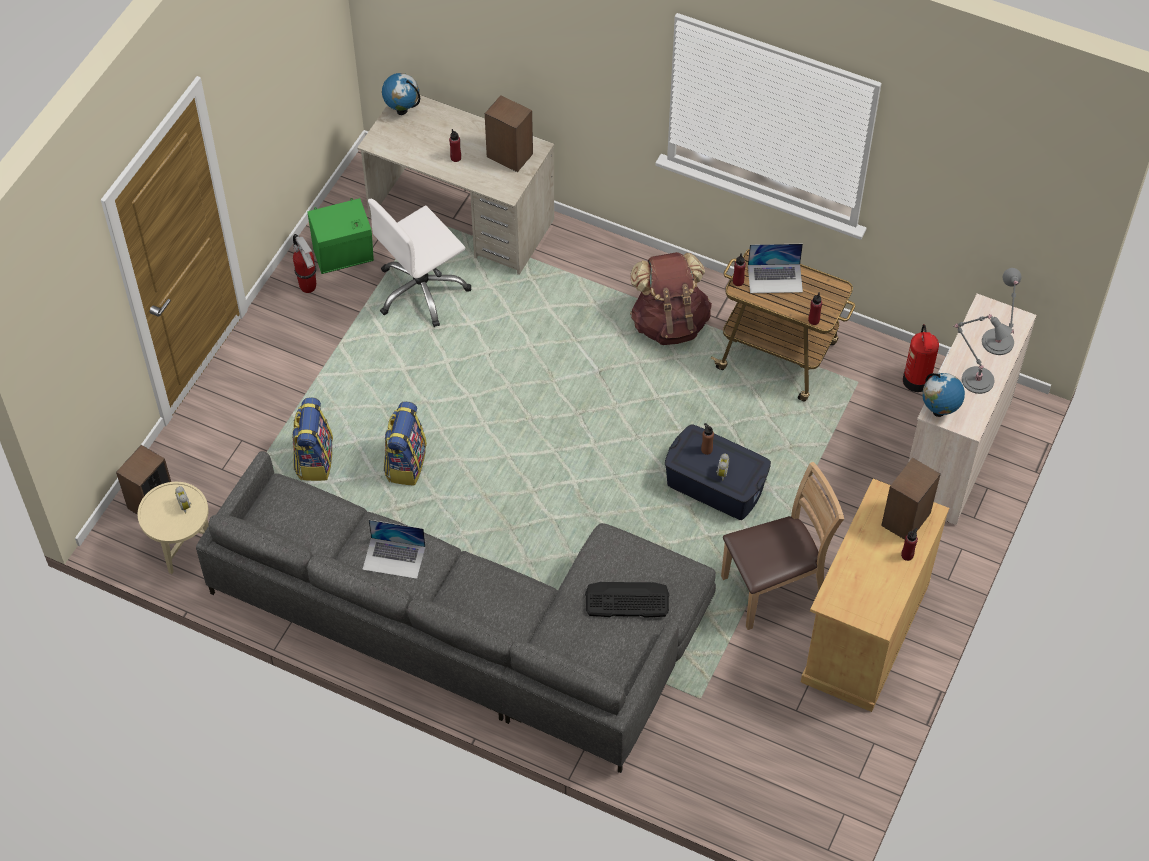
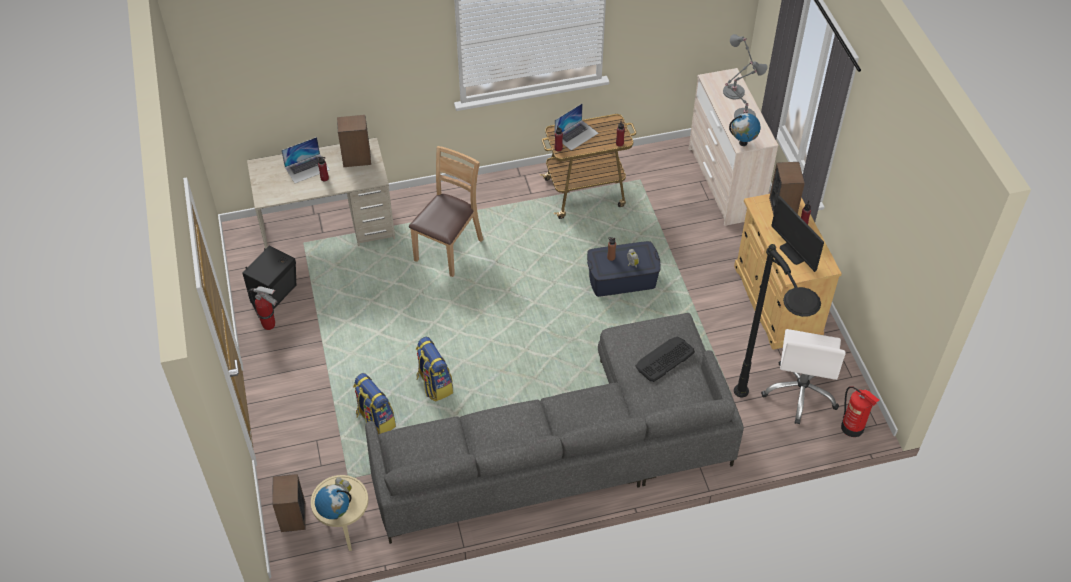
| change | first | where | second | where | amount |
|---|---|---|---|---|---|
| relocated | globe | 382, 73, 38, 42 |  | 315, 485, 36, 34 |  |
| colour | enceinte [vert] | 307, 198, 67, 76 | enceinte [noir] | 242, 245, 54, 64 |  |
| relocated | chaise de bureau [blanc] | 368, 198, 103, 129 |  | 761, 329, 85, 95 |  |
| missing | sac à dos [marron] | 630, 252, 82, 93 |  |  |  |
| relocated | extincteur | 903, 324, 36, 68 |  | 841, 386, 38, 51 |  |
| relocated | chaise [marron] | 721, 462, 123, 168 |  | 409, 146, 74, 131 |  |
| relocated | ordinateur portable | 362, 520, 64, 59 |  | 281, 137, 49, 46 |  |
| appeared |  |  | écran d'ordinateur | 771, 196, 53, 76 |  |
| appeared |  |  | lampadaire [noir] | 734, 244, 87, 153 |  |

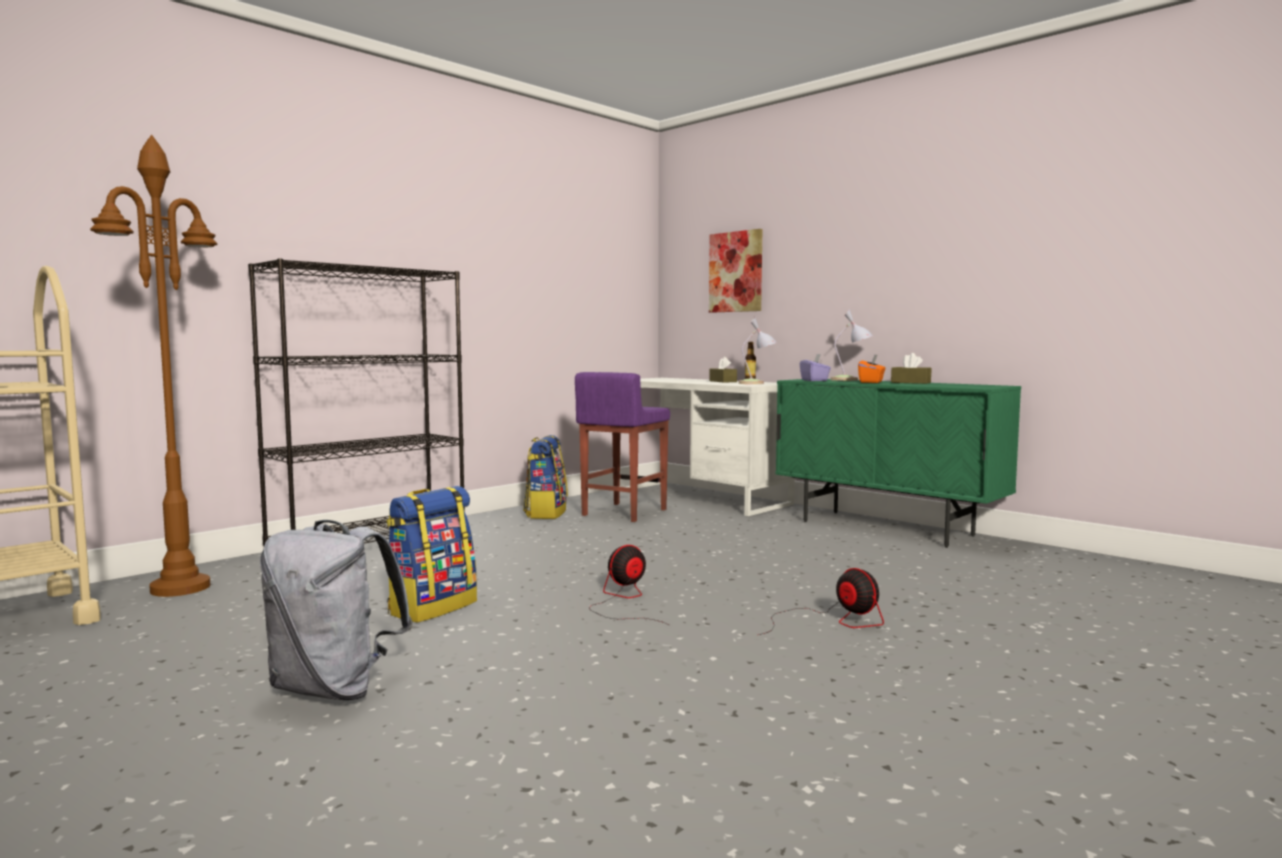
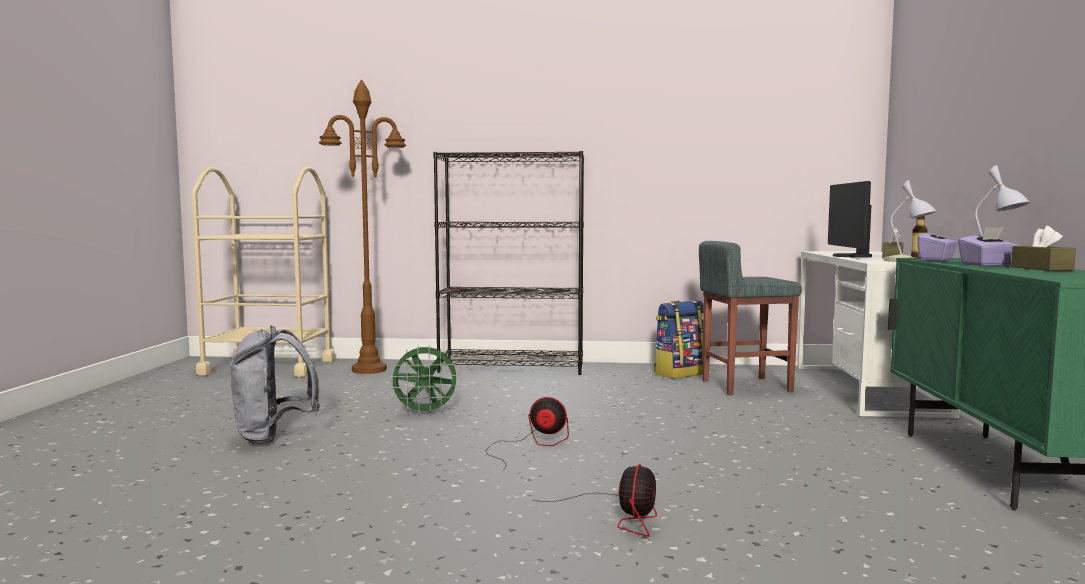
| change | first | where | second | where | amount |
|---|---|---|---|---|---|
| missing | tableau | 709, 229, 53, 84 |  |  |  |
| colour | boîte à mouchoirs [orange] | 858, 355, 28, 28 | boîte à mouchoirs [violet] | 958, 227, 62, 39 |  |
| colour | tabouret [violet] | 575, 372, 95, 150 | tabouret [gris] | 699, 241, 103, 154 |  |
| exchanged | sac à dos | 386, 486, 91, 137 | ventilateur [vert] | 388, 345, 72, 71 |  |
| appeared |  |  | écran d'ordinateur | 828, 181, 44, 77 |  |

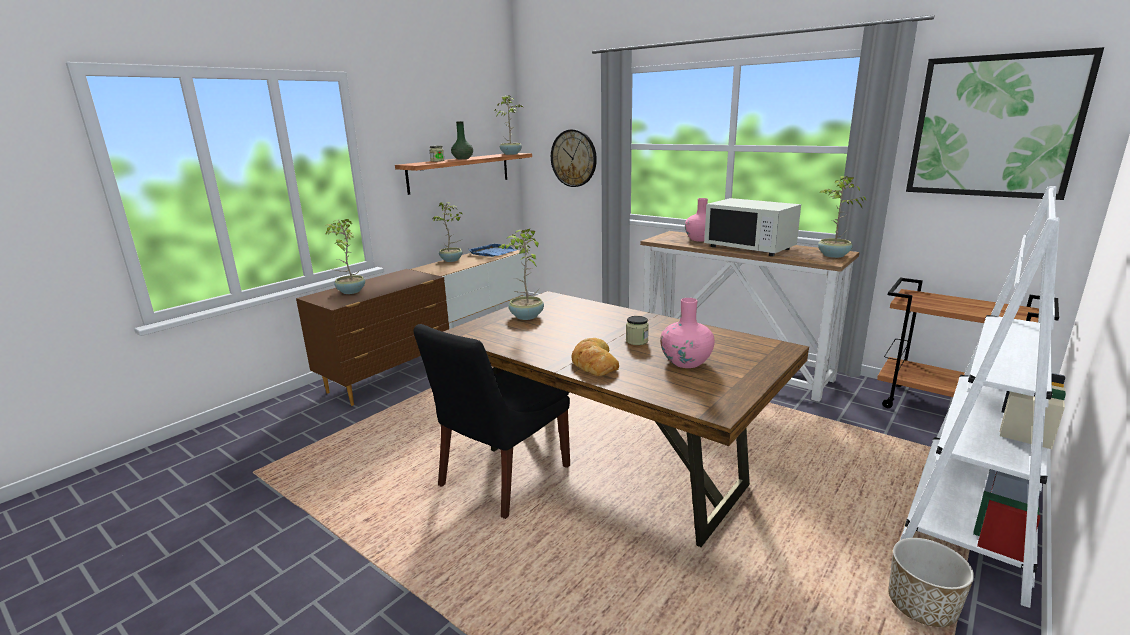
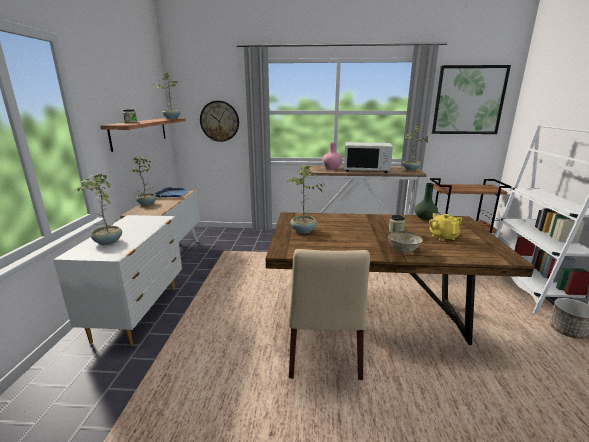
| change | first | where | second | where | amount |
|---|---|---|---|---|---|
| relocated | vase [vert] | 451, 121, 22, 38 |  | 415, 183, 23, 37 |  |
| colour | commode [marron] | 296, 269, 153, 137 | commode [blanc] | 53, 215, 129, 131 |  |
| exchanged | vase [rose] | 660, 298, 55, 70 | théière [jaune] | 429, 213, 33, 28 |  |
| colour | chaise [noir] | 413, 324, 157, 195 | chaise [beige] | 288, 249, 82, 131 |  |
| exchanged | pain | 571, 338, 48, 38 | bol | 387, 231, 36, 21 |  |

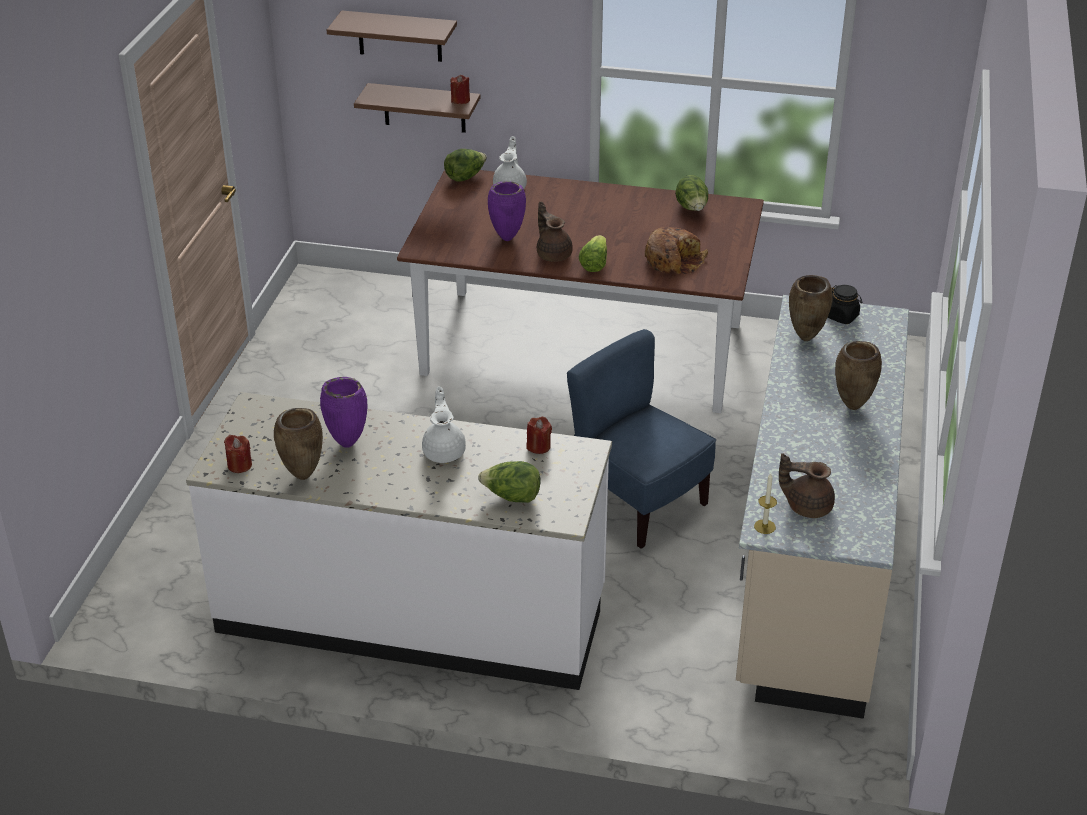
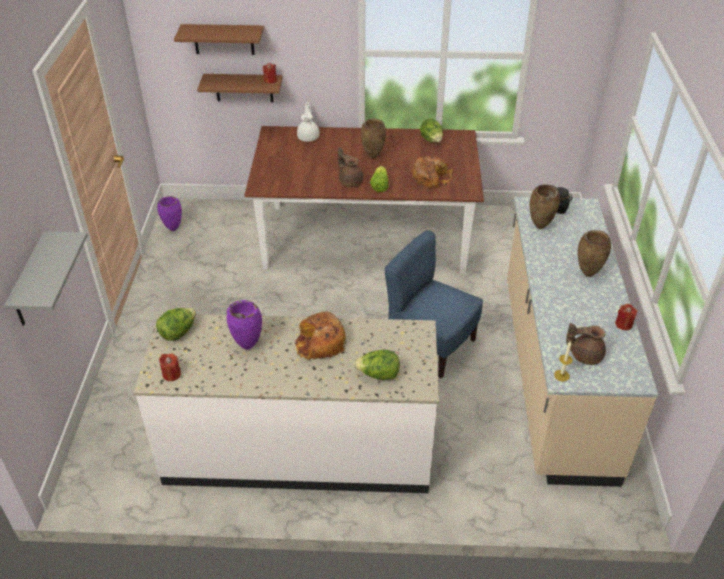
| change | first | where | second | where | amount |
|---|---|---|---|---|---|
| relocated | laitue | 444, 149, 43, 32 |  | 156, 308, 40, 33 |  |
| relocated | vase [violet] | 488, 181, 38, 60 |  | 157, 196, 25, 35 |  |
| exchanged | théière [blanc] | 422, 386, 44, 77 | pain | 295, 311, 51, 49 |  |
| relocated | vase [marron] | 274, 408, 49, 72 |  | 361, 119, 25, 40 |  |
| relocated | bougie [rouge] | 526, 417, 26, 37 |  | 615, 304, 23, 26 |  |
| appeared |  |  | étagère [gris] | 4, 231, 84, 95 |  |

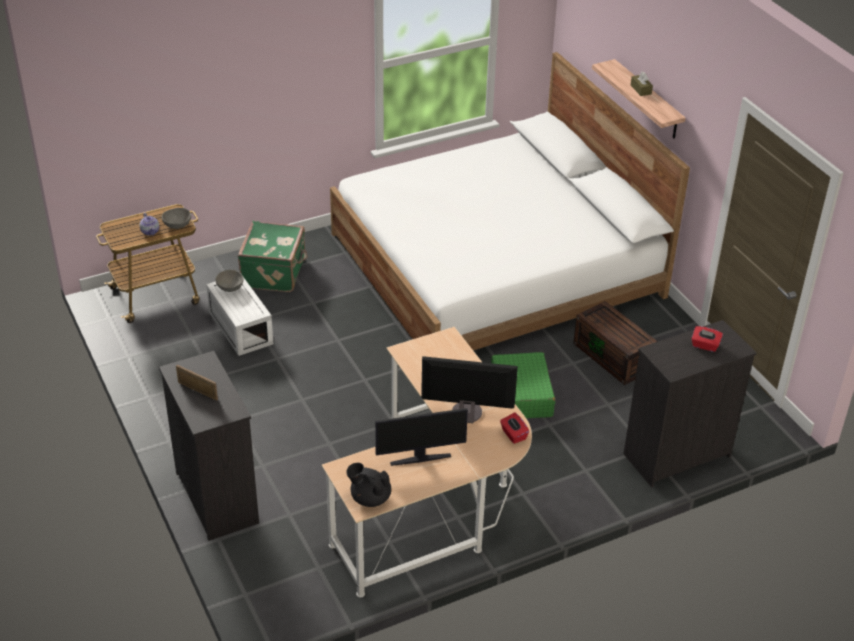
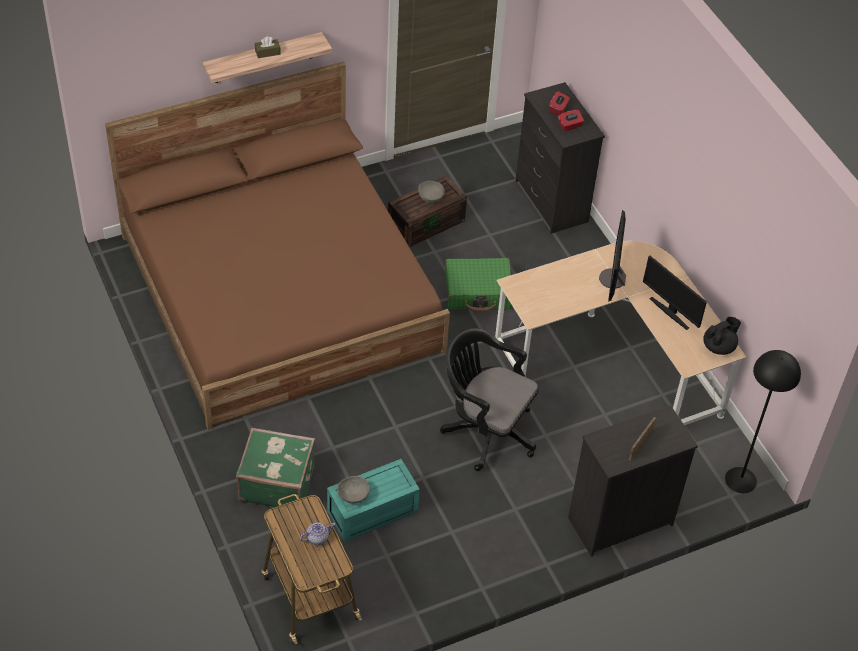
| change | first | where | second | where | amount |
|---|---|---|---|---|---|
| colour | lit [blanc] | 330, 52, 360, 298 | lit [marron] | 105, 61, 345, 369 |  |
| relocated | bol [gris] | 162, 208, 29, 21 |  | 418, 181, 27, 22 |  |
| colour | boîte de rangement [blanc] | 206, 277, 68, 79 | boîte de rangement [turquoise] | 327, 459, 93, 83 |  |
| spun | écran d'ordinateur | 375, 408, 93, 58 |  | 643, 256, 64, 74 | 150 degrees clockwise |
| relocated | boîte à mouchoirs [rouge] | 500, 412, 29, 32 |  | 558, 110, 26, 21 |  |
| spun | théière [noir] | 346, 463, 45, 44 |  | 703, 317, 38, 38 | 150 degrees counterclockwise |
| appeared |  |  | chaise de bureau [noir] | 440, 328, 99, 143 |  |
| appeared |  |  | lampadaire [noir] | 725, 350, 76, 143 |  |

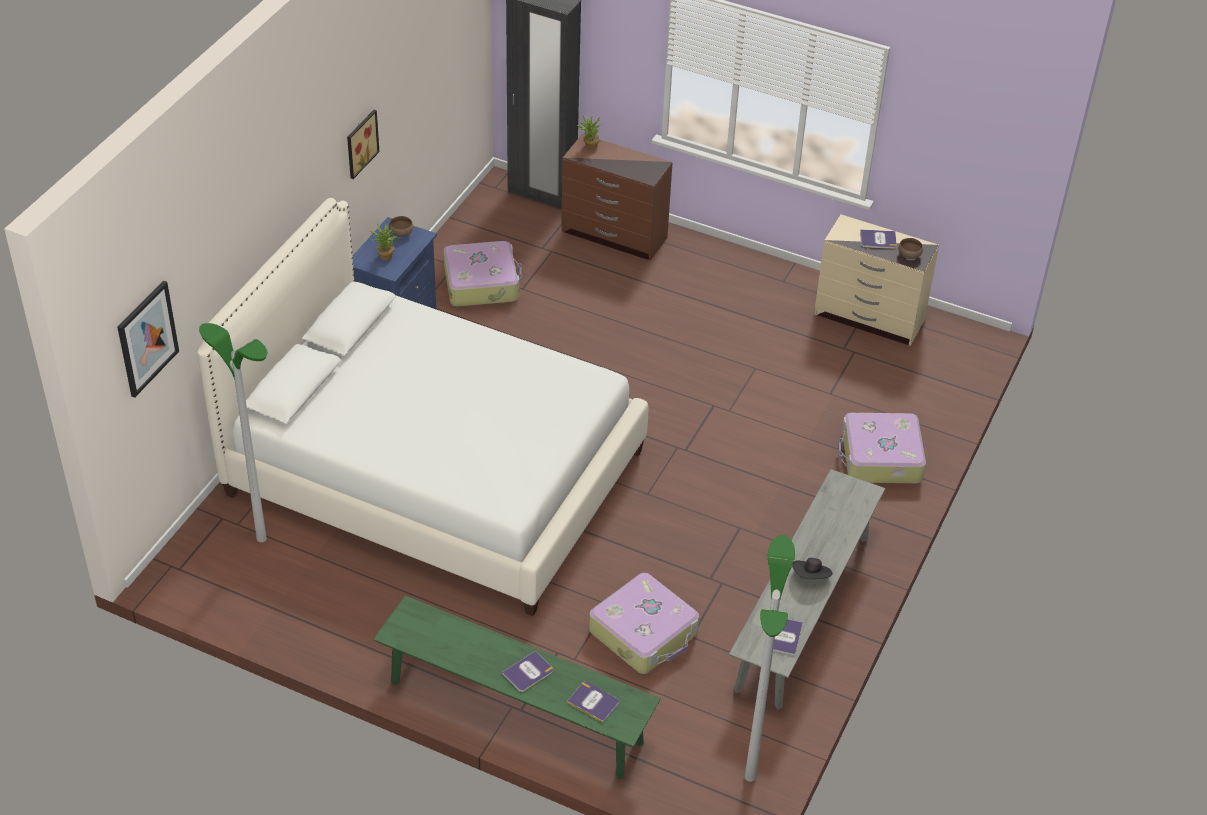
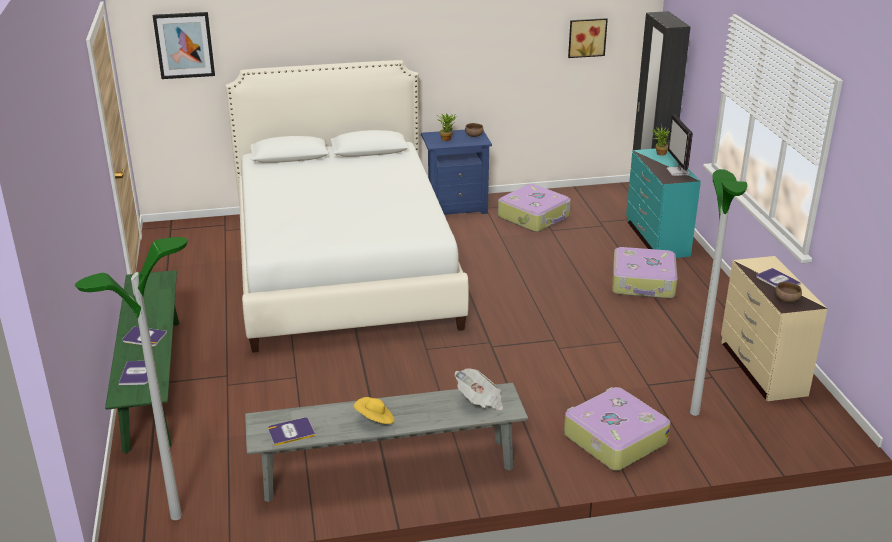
| change | first | where | second | where | amount |
|---|---|---|---|---|---|
| relocated | tableau | 347, 110, 32, 69 |  | 568, 18, 40, 40 |  |
| colour | commode [marron] | 561, 134, 112, 127 | commode [turquoise] | 626, 148, 75, 110 |  |
| relocated | lampadaire | 199, 323, 68, 219 |  | 690, 169, 57, 247 |  |
| colour | chapeau [noir] | 792, 558, 41, 21 | chapeau [jaune] | 354, 397, 40, 27 |  |
| relocated | valise | 589, 573, 110, 101 |  | 612, 247, 66, 52 |  |
| appeared |  |  | écran d'ordinateur | 667, 114, 26, 62 |  |
| appeared |  |  | journal | 455, 368, 48, 42 |  |

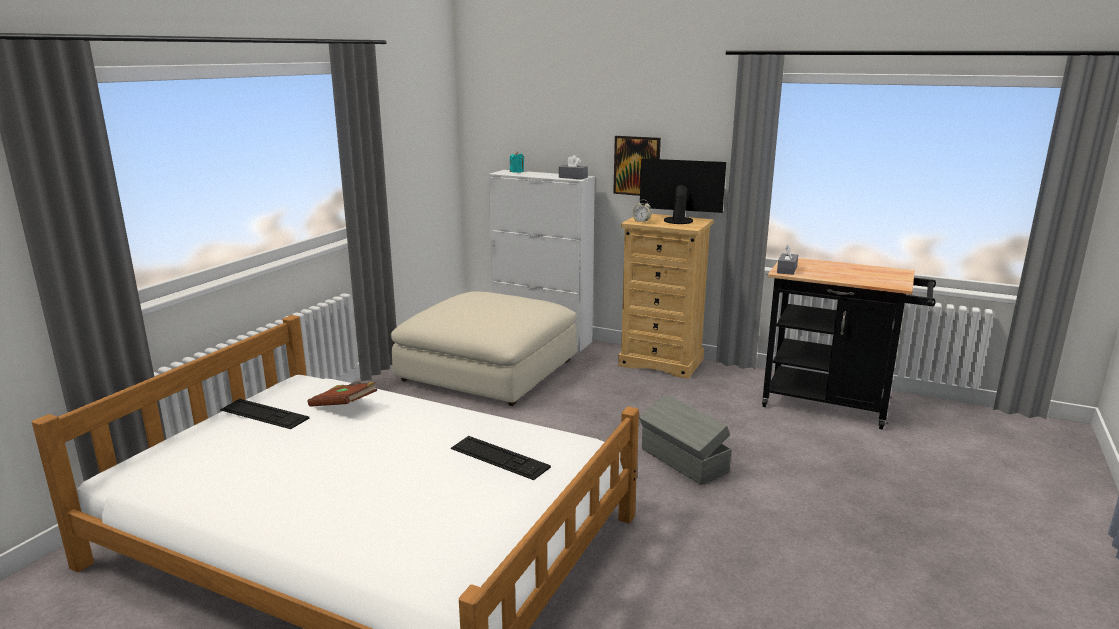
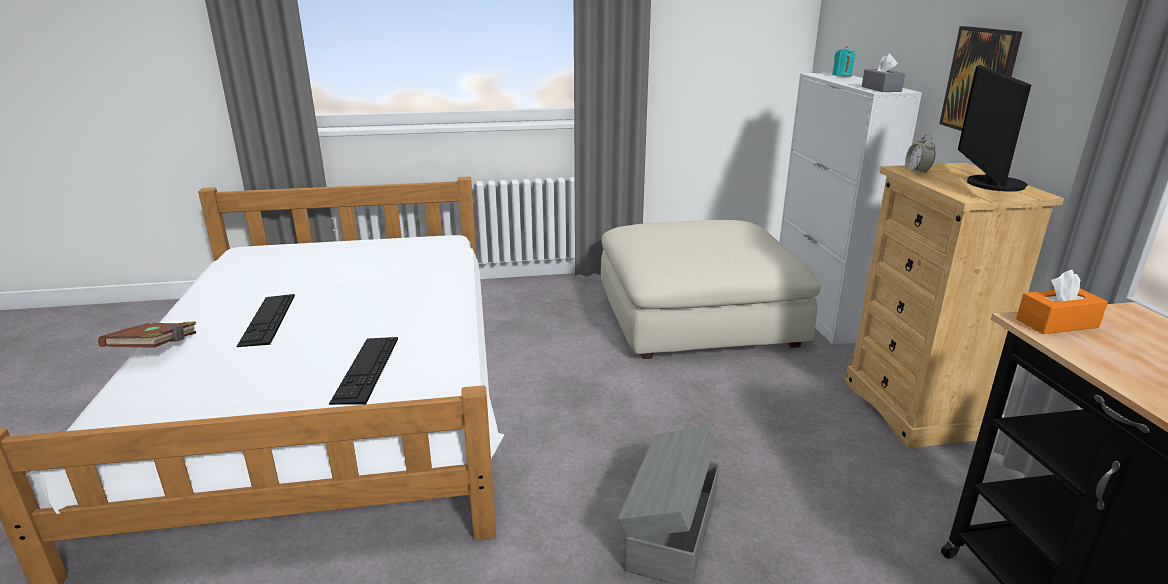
| change | first | where | second | where | amount |
|---|---|---|---|---|---|
| spun | écran d'ordinateur | 640, 159, 86, 65 |  | 958, 65, 73, 127 | 150 degrees counterclockwise |
| colour | boîte à mouchoirs [gris] | 777, 245, 21, 30 | boîte à mouchoirs [orange] | 1016, 270, 92, 64 |  |
| relocated | livre [marron] | 308, 382, 69, 25 |  | 98, 321, 99, 27 |  |
| relocated | clavier | 220, 399, 89, 30 |  | 237, 294, 58, 53 |  |

